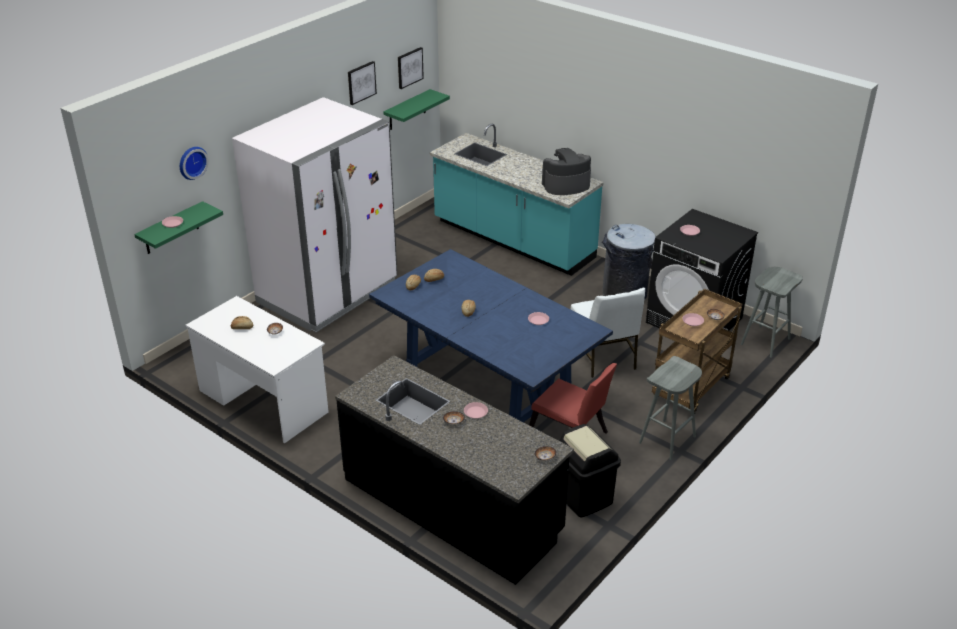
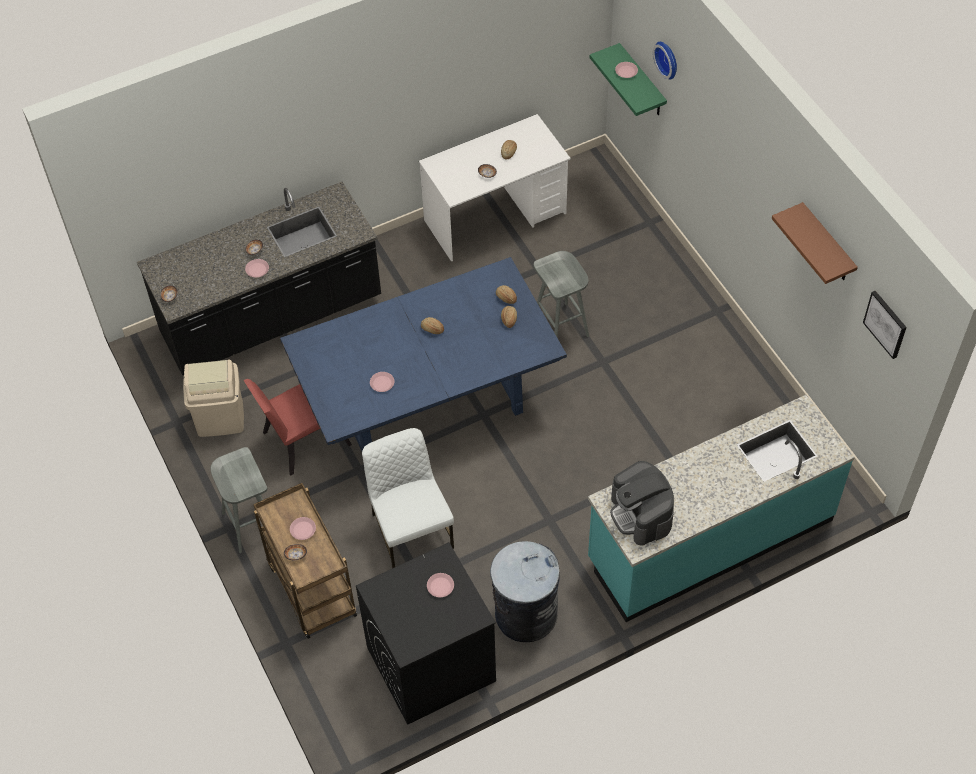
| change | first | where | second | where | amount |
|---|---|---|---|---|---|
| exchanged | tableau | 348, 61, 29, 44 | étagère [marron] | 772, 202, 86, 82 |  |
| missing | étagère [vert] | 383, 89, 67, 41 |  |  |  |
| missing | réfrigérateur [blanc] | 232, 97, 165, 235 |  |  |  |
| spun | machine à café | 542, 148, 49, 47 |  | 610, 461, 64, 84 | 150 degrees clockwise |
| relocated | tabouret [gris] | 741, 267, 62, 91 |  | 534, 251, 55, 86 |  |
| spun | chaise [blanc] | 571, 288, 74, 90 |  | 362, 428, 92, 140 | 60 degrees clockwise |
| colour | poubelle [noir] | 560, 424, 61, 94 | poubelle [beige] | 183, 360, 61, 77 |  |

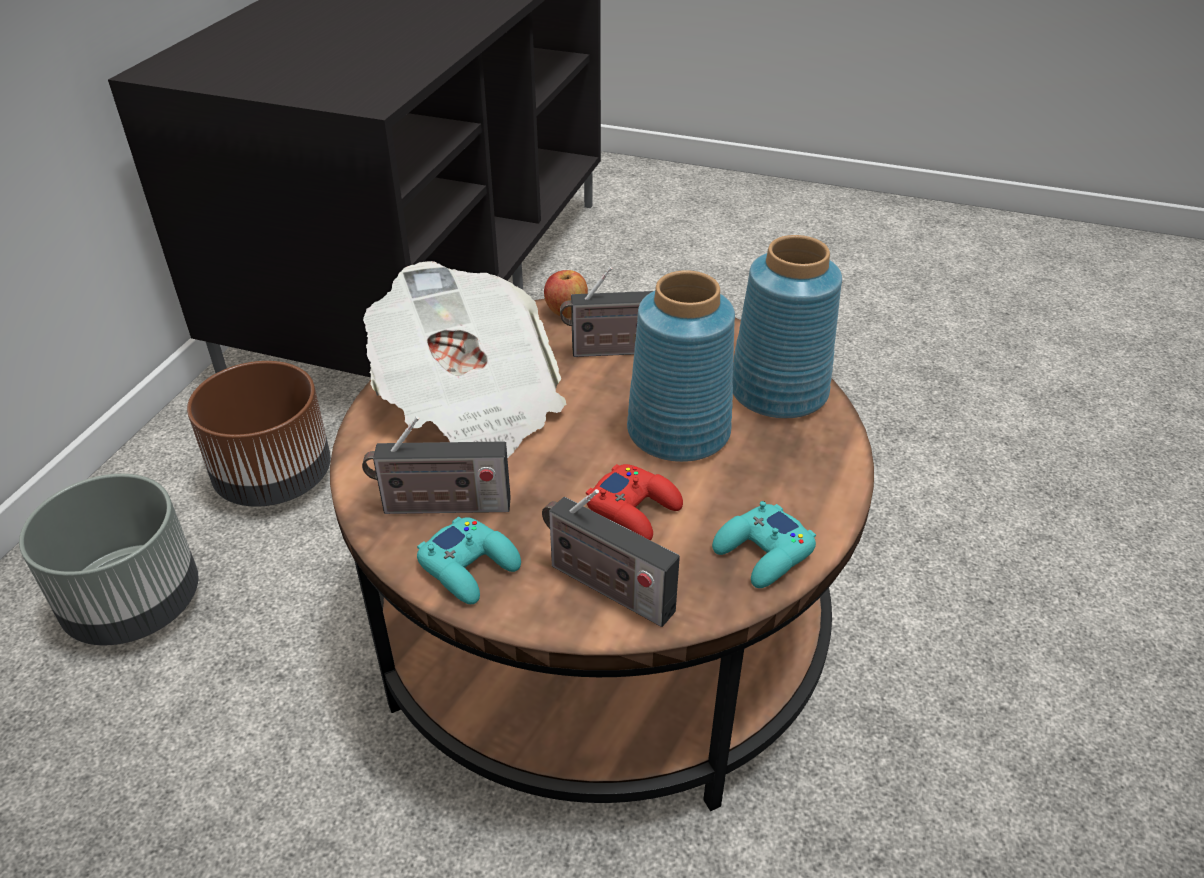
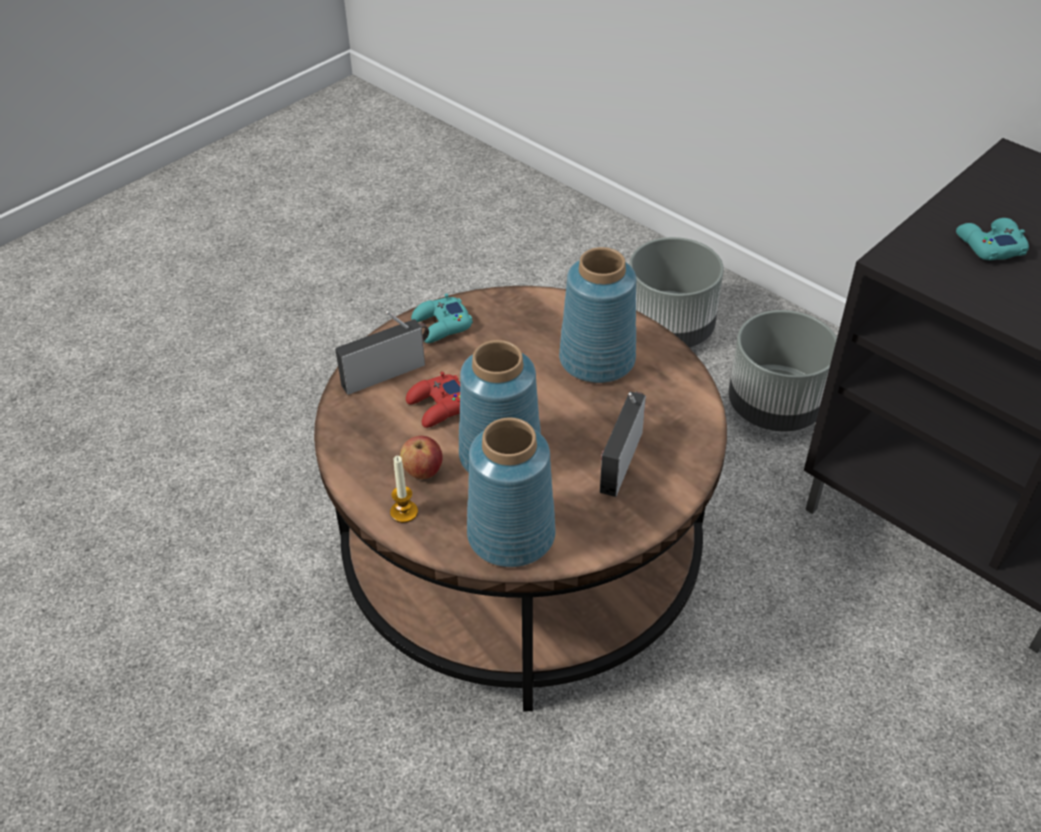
| change | first | where | second | where | amount |
|---|---|---|---|---|---|
| exchanged | journal | 363, 261, 203, 197 | vase [bleu] | 559, 247, 77, 136 |  |
| relocated | pomme | 544, 270, 44, 48 |  | 400, 436, 43, 43 |  |
| colour | cache-pot [marron] | 187, 361, 144, 146 | cache-pot [gris] | 728, 310, 109, 121 |  |
| missing | radio | 362, 416, 149, 98 |  |  |  |
| relocated | manette [turquoise] | 712, 501, 104, 87 |  | 956, 218, 73, 42 |  |
| appeared |  |  | bougie | 390, 456, 28, 67 |  |

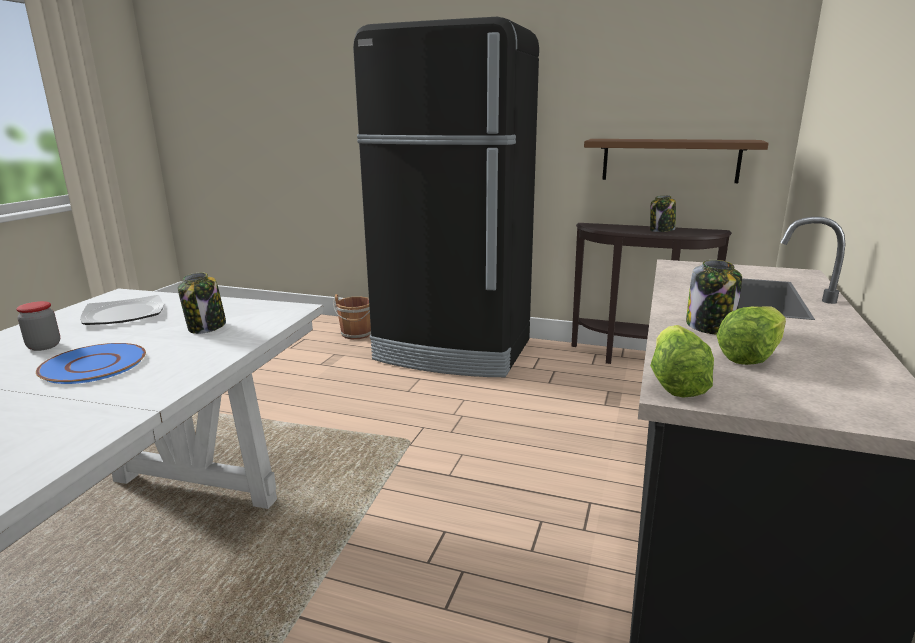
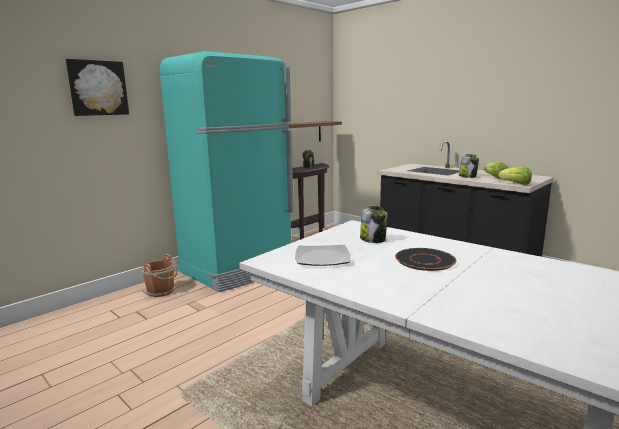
| change | first | where | second | where | amount |
|---|---|---|---|---|---|
| colour | réfrigérateur [noir] | 353, 17, 186, 360 | réfrigérateur [turquoise] | 160, 51, 134, 241 |  |
| missing | bocal | 16, 301, 44, 50 |  |  |  |
| colour | assiette [bleu] | 36, 343, 110, 41 | assiette [noir] | 395, 248, 62, 23 |  |
| appeared |  |  | tableau | 66, 59, 63, 57 |  |

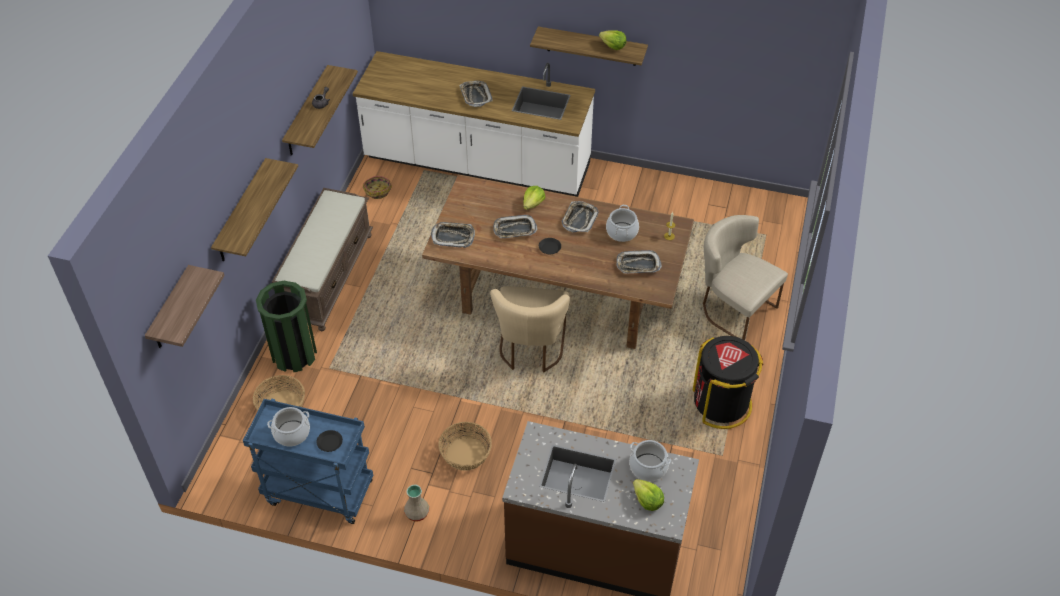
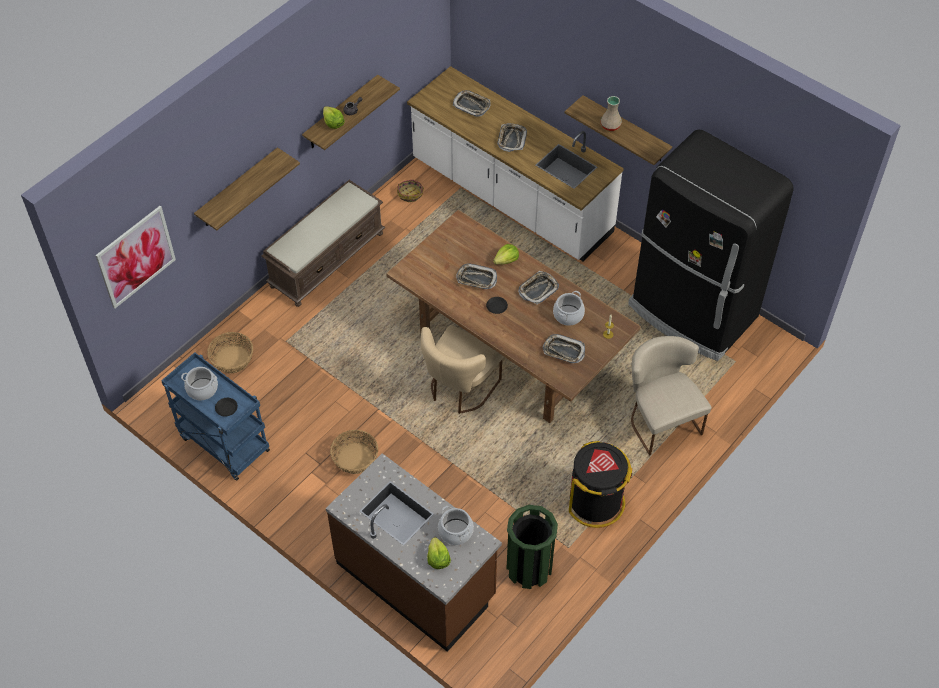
| change | first | where | second | where | amount |
|---|---|---|---|---|---|
| relocated | laitue | 599, 30, 27, 20 |  | 323, 106, 22, 23 |  |
| relocated | plateau | 431, 222, 44, 26 |  | 453, 90, 37, 27 |  |
| exchanged | étagère | 145, 265, 80, 83 | tableau | 96, 206, 80, 103 |  |
| relocated | poubelle [vert] | 256, 281, 61, 91 |  | 506, 505, 52, 84 |  |
| relocated | vase [beige] | 404, 485, 25, 36 |  | 601, 96, 21, 35 |  |
| appeared |  |  | réfrigérateur [noir] | 628, 130, 166, 231 |  |

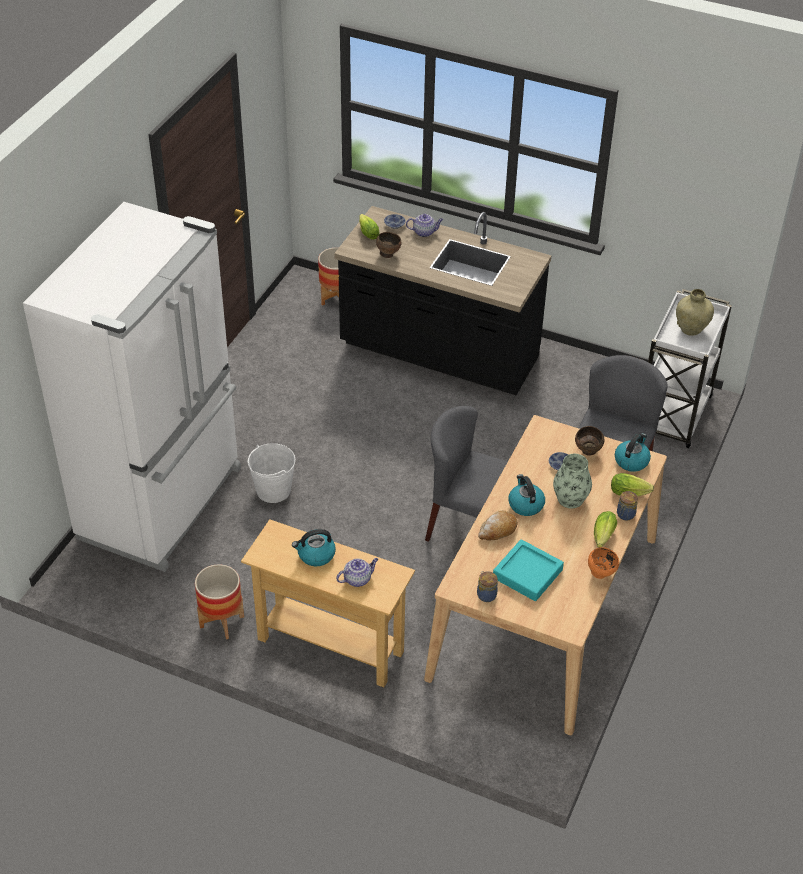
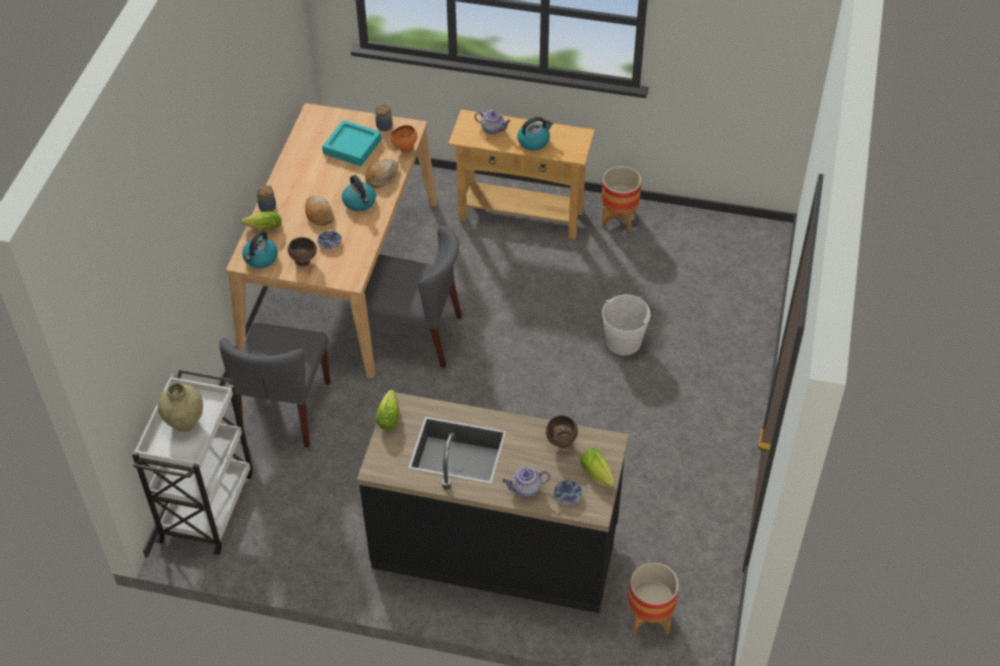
| change | first | where | second | where | amount |
|---|---|---|---|---|---|
| missing | réfrigérateur [blanc] | 23, 202, 218, 370 |  |  |  |
| exchanged | vase | 553, 454, 39, 54 | pain | 305, 195, 29, 31 |  |
| relocated | laitue | 594, 511, 23, 37 |  | 375, 390, 24, 40 |  |
| relocated | bol [orange] | 588, 547, 31, 32 |  | 391, 125, 26, 28 |  |
| spun | théière | 336, 558, 42, 29 |  | 474, 110, 37, 24 | 120 degrees counterclockwise |

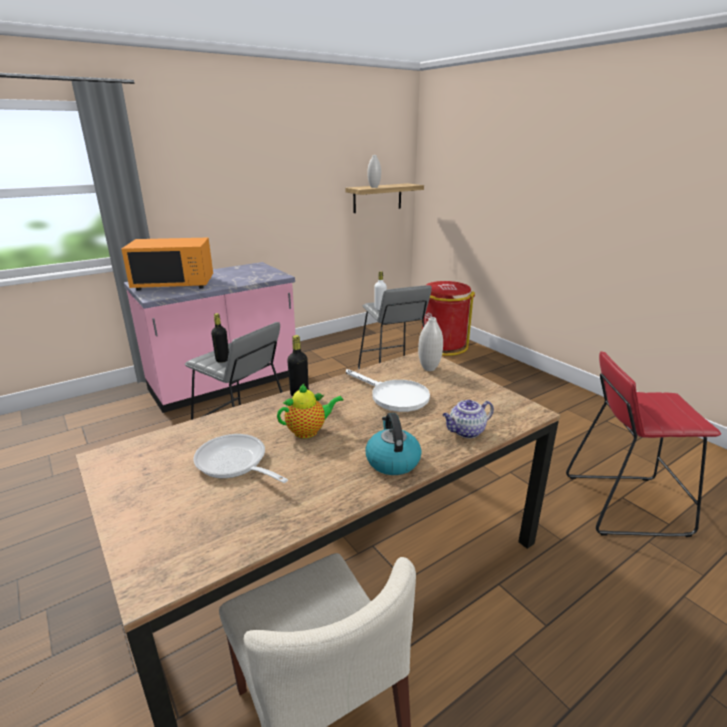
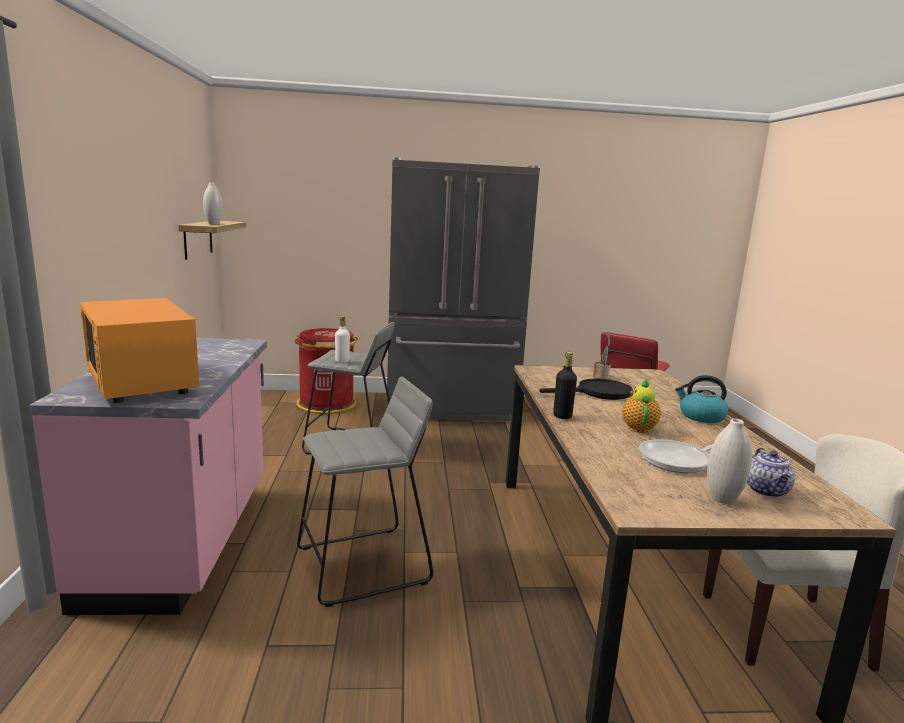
| change | first | where | second | where | amount |
|---|---|---|---|---|---|
| spun | micro-ondes [orange] | 121, 237, 92, 54 |  | 80, 298, 119, 105 | 120 degrees clockwise |
| missing | bouteille [noir] | 211, 313, 18, 50 |  |  |  |
| relocated | vase [blanc] | 418, 317, 25, 54 |  | 707, 419, 45, 85 |  |
| colour | poêle [blanc] | 346, 369, 84, 43 | poêle [noir] | 539, 379, 94, 21 |  |
| relocated | théière | 443, 400, 51, 38 |  | 747, 448, 48, 49 |  |
| appeared |  |  | réfrigérateur [gris] | 387, 158, 153, 263 |  |
| appeared |  |  | plante en pot | 593, 332, 18, 47 |  |

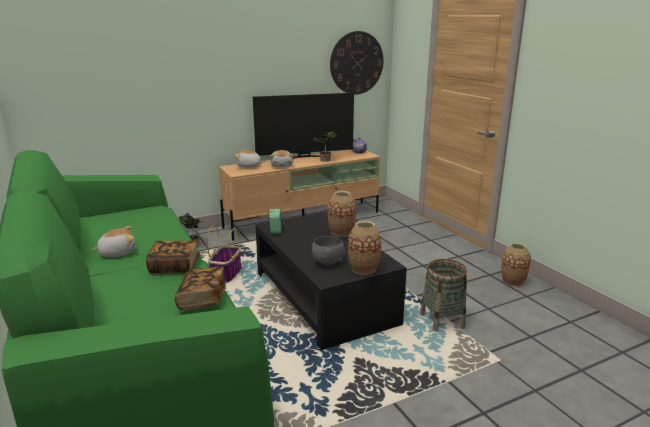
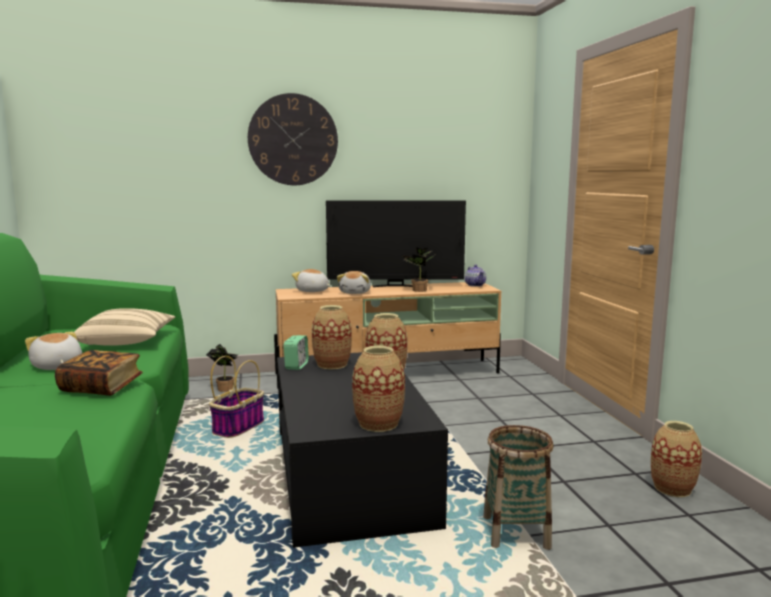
| change | first | where | second | where | amount |
|---|---|---|---|---|---|
| relocated | horloge murale | 330, 31, 54, 64 |  | 248, 93, 90, 92 |  |
| spun | peluche | 92, 226, 43, 31 |  | 25, 332, 57, 38 | 120 degrees counterclockwise |
| missing | bol [gris] | 312, 236, 33, 29 |  |  |  |
| missing | livre | 175, 267, 51, 43 |  |  |  |
| appeared |  |  | vase | 312, 305, 40, 64 |  |
| appeared |  |  | coussin [beige] | 74, 308, 101, 38 |  |

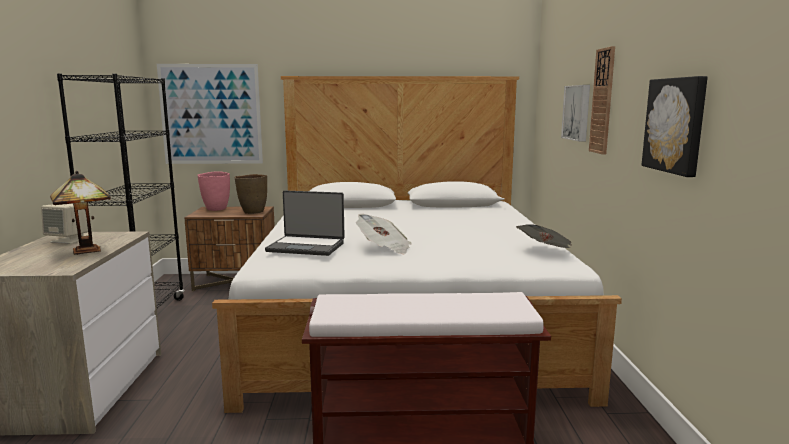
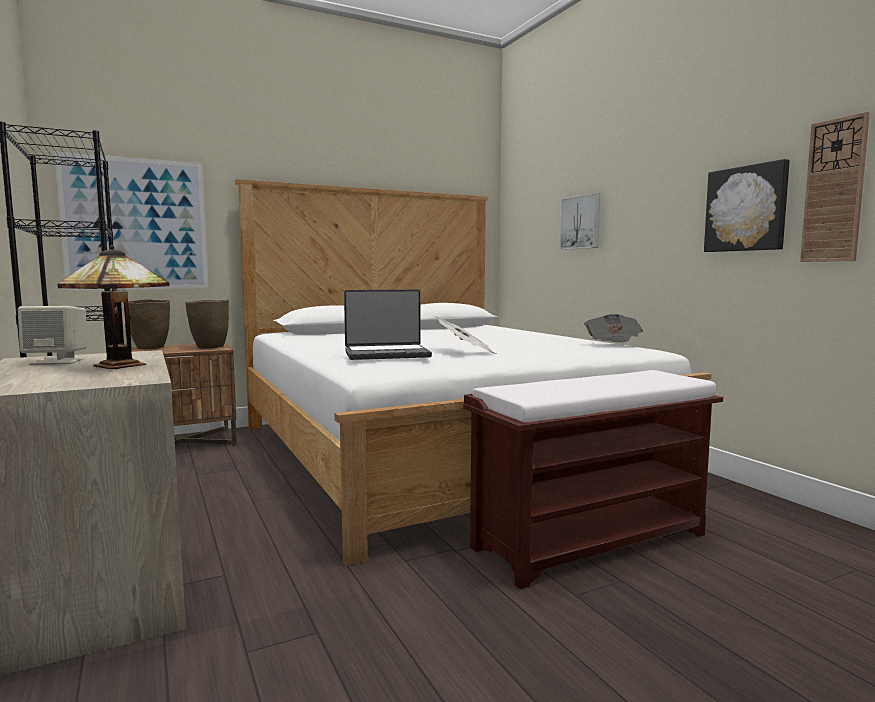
| change | first | where | second | where | amount |
|---|---|---|---|---|---|
| relocated | horloge murale | 589, 46, 26, 109 |  | 800, 112, 70, 150 |  |
| colour | vase [rose] | 197, 171, 33, 40 | vase [marron] | 128, 299, 42, 50 |  |

